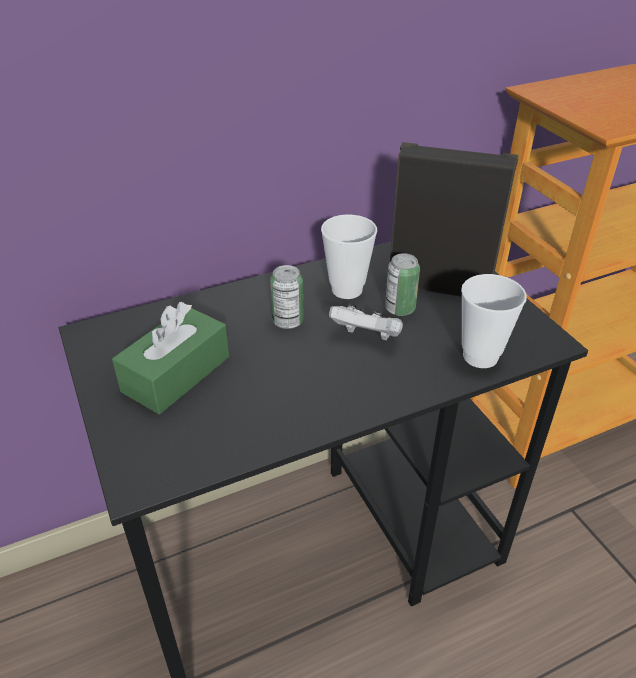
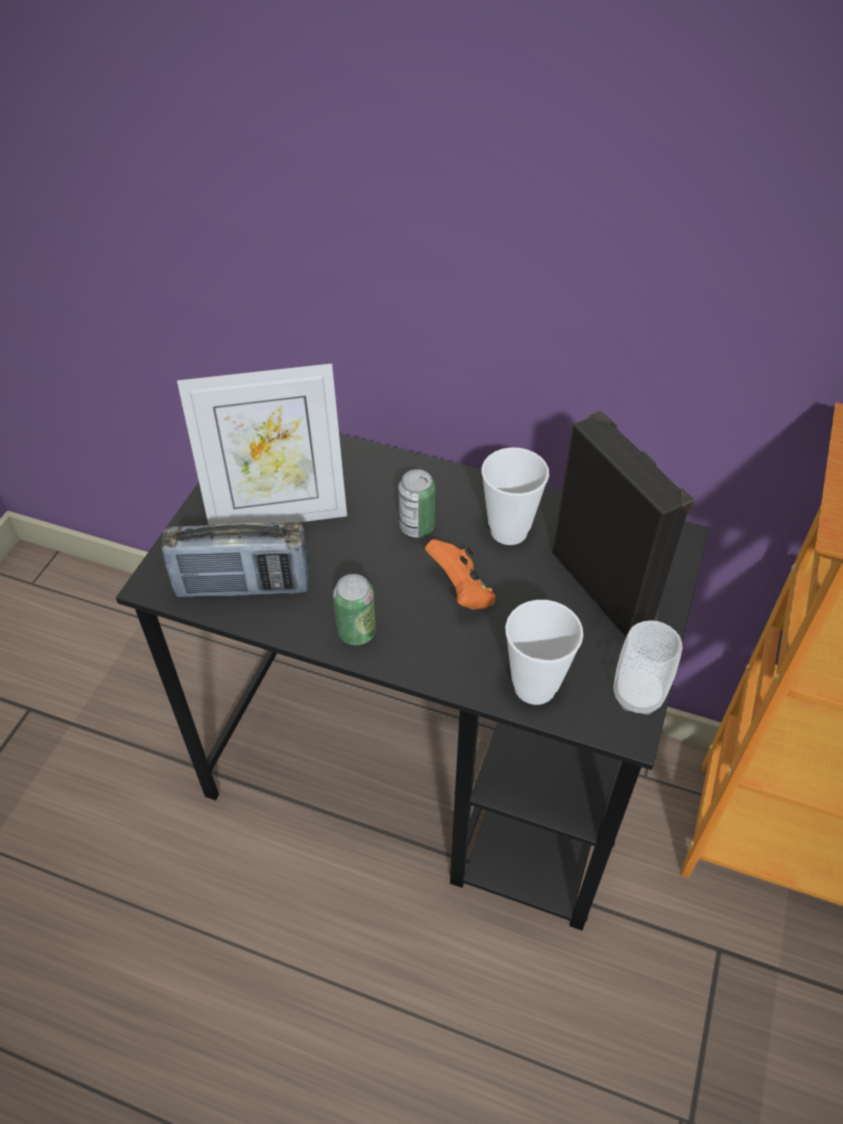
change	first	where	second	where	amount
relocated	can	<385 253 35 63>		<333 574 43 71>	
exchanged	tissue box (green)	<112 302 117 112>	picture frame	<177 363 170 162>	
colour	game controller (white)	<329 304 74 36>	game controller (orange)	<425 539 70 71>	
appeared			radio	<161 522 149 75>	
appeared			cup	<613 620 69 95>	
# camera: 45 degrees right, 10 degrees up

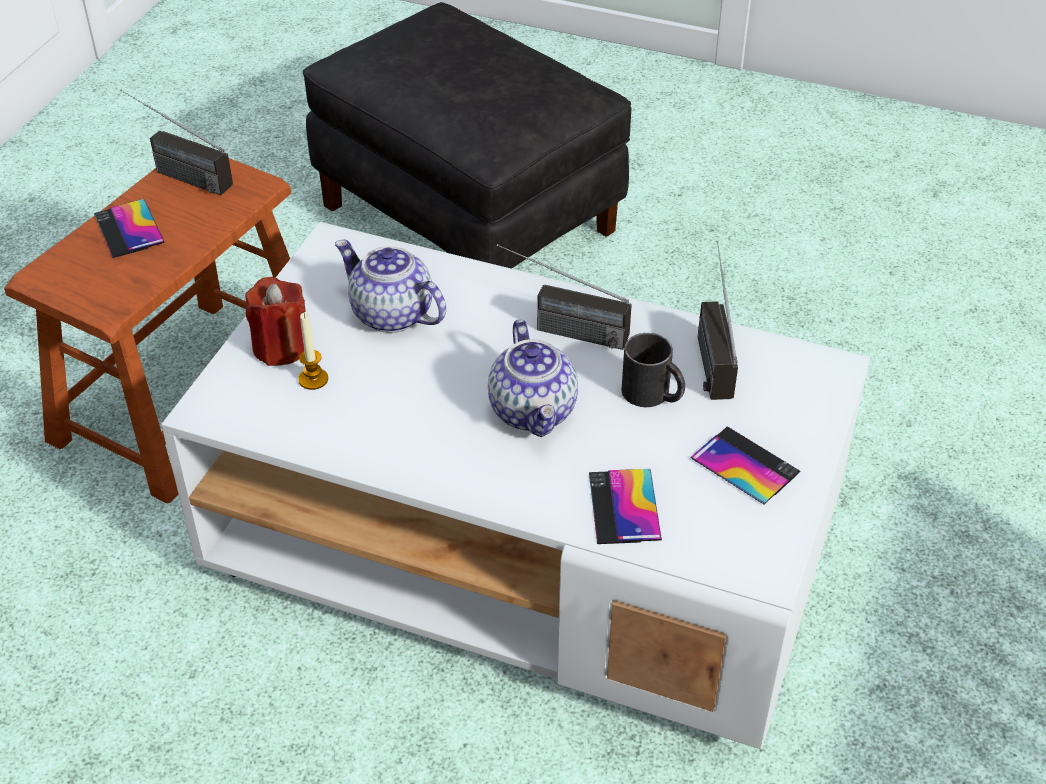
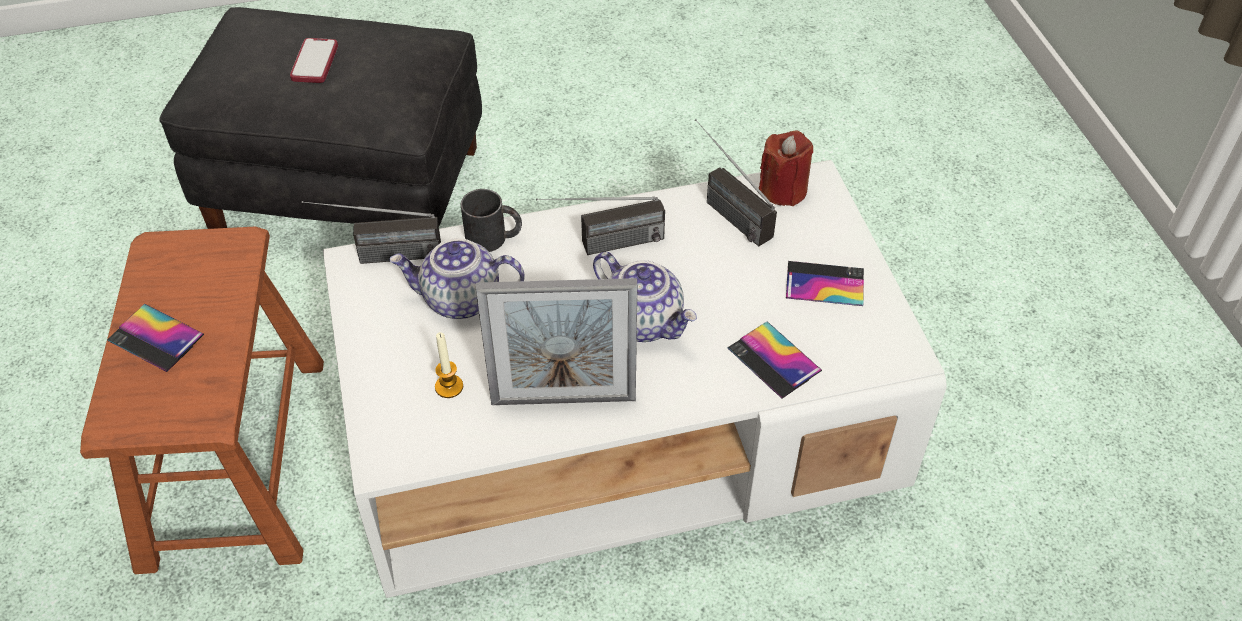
change	first	where	second	where	amount
relocated	radio	<120 89 113 106>		<302 201 139 63>	
relocated	candle (red)	<245 277 61 89>		<758 130 55 76>	
relocated	mug (black)	<622 333 63 74>		<461 189 61 63>	
appeared			phone	<290 38 48 45>	
appeared			picture frame	<476 278 161 127>	
# camera: 35 degrees left, 5 degrees up

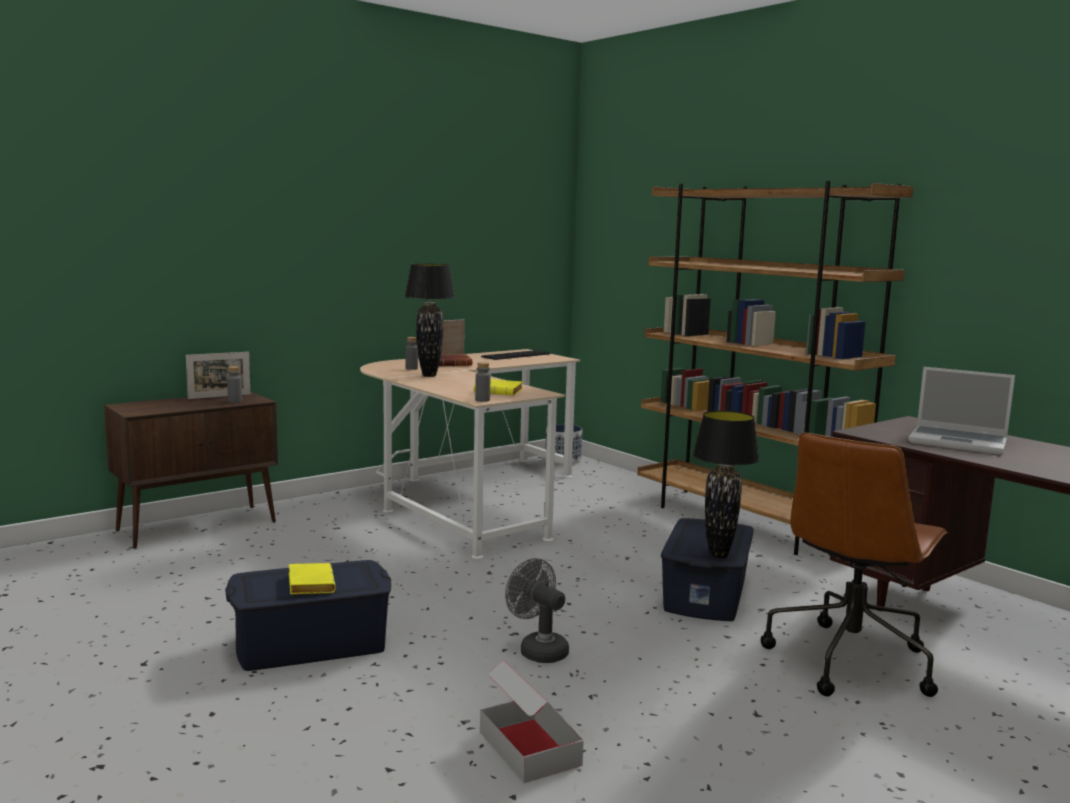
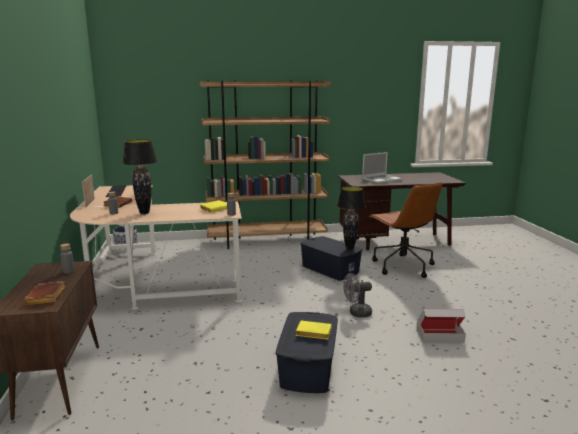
change	first	where	second	where	amount
missing	picture frame	<186 352 64 47>			
appeared			book (brown)	<23 281 43 25>	
# camera: 60 degrees left, 5 degrees up

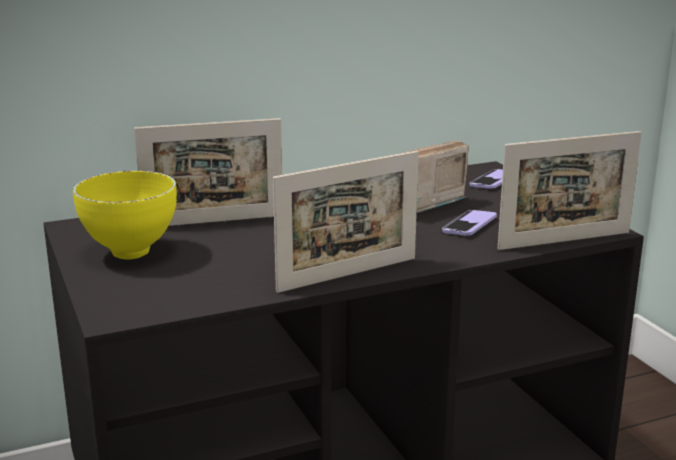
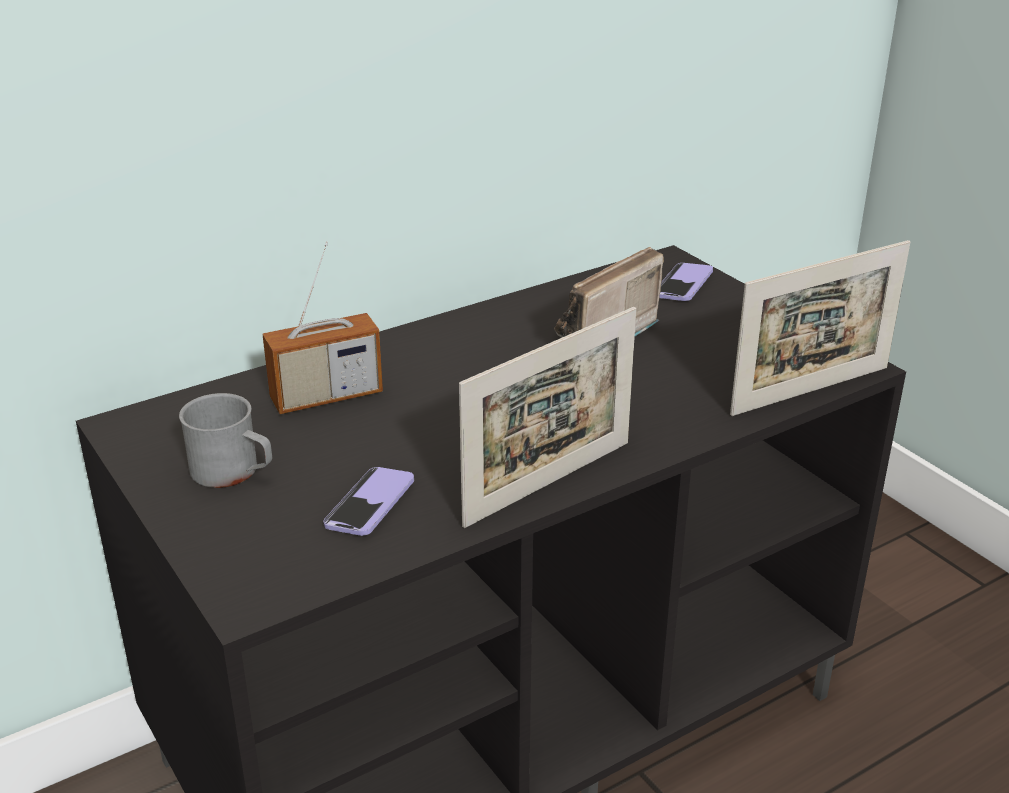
change	first	where	second	where	amount
exchanged	picture frame	<134 118 149 108>	radio	<263 241 120 173>	
exchanged	bowl (yellow)	<73 170 104 89>	mug (grey)	<179 393 93 95>	
relocated	phone	<442 210 55 26>		<323 467 91 69>	
# camera: 10 degrees left, 10 degrees up

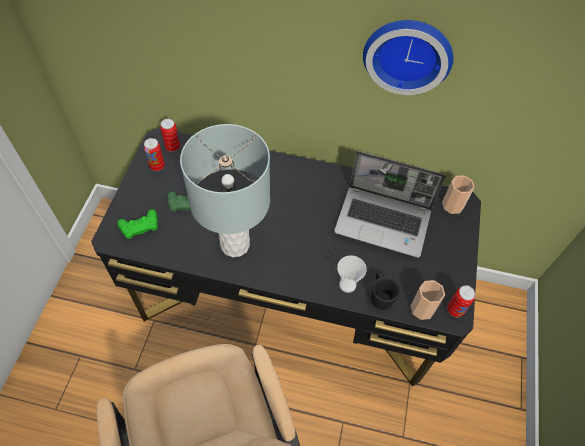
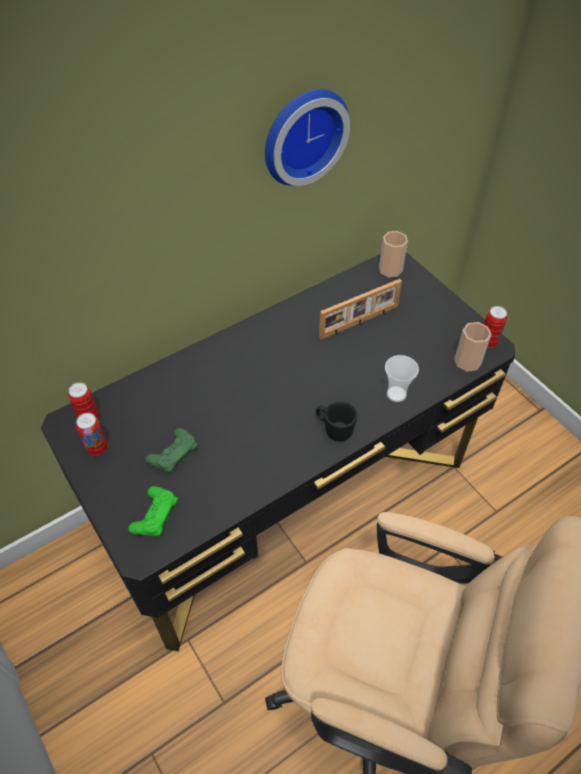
change	first	where	second	where	amount
missing	table lamp (grey)	<180 124 90 133>			
exchanged	laptop	<334 151 112 107>	picture frame	<319 279 83 61>	
relocated	mug (black)	<371 272 29 38>		<316 401 41 40>	
# camera: 45 degrees left, 5 degrees down

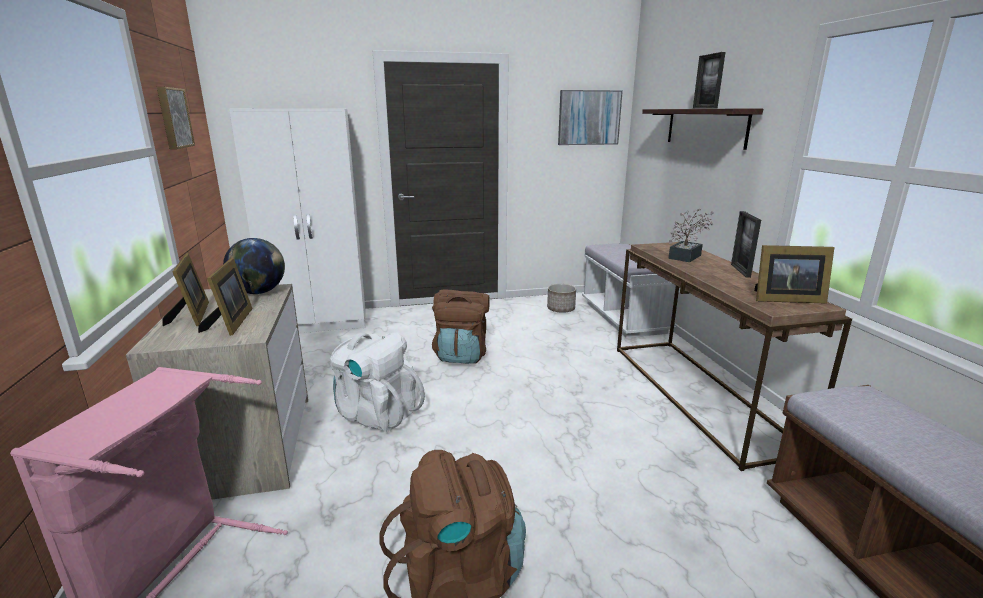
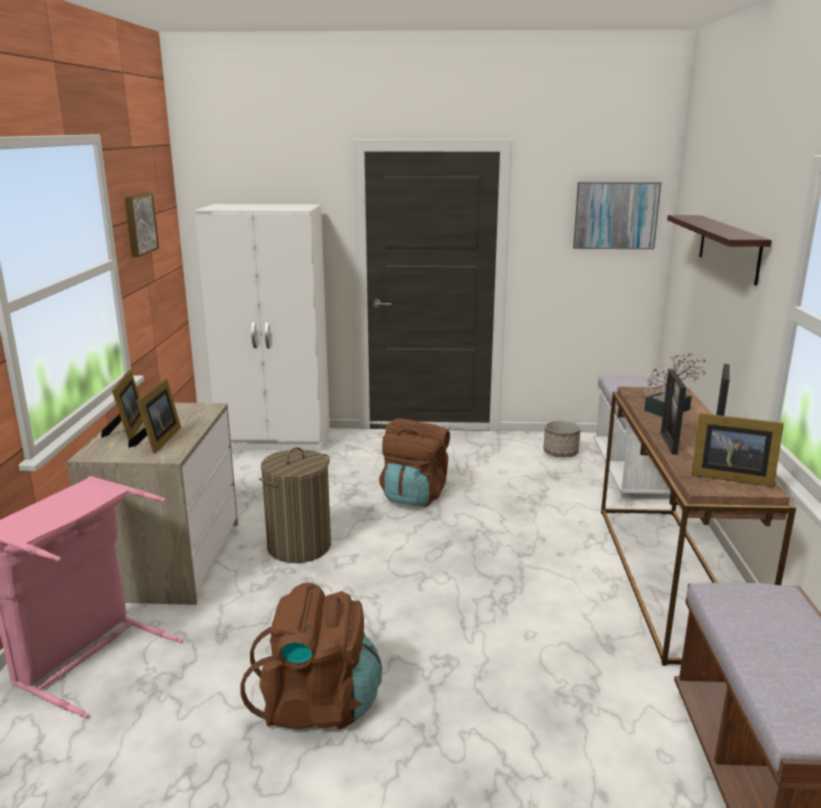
change	first	where	second	where	amount
relocated	picture frame	<693 52 32 57>		<661 370 25 85>	
missing	globe	<223 238 62 56>			
exchanged	backpack (white)	<330 332 95 100>	laundry basket	<259 447 72 116>	
# camera: 15 degrees right, 0 degrees up

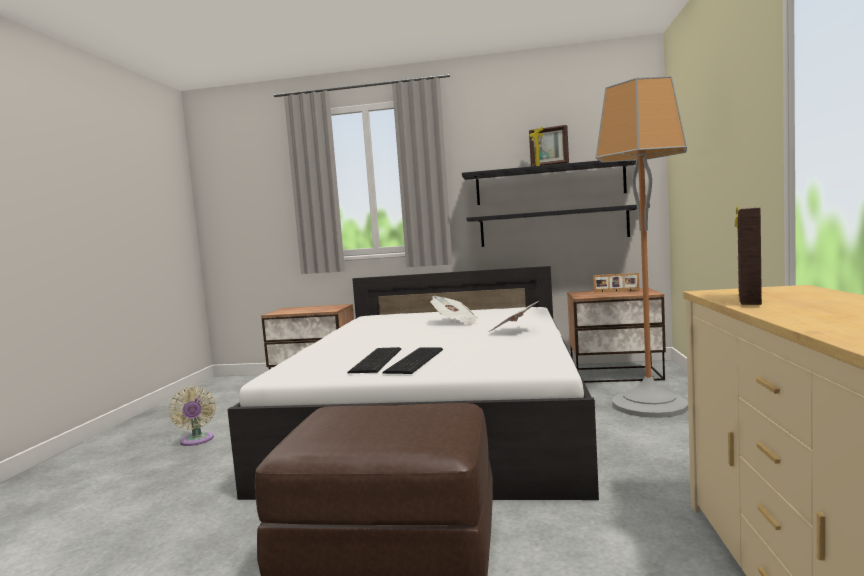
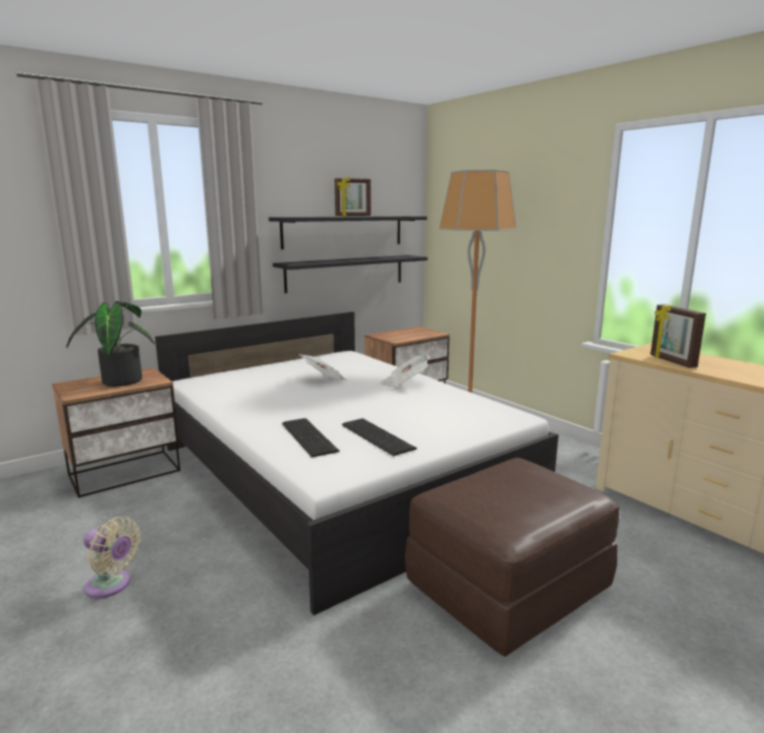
change	first	where	second	where	amount
missing	picture frame	<593 273 47 20>			
relocated	keyboard	<382 348 61 26>		<282 418 58 39>	
appeared			potted plant	<66 301 89 85>	
# camera: 45 degrees left, 10 degrees up

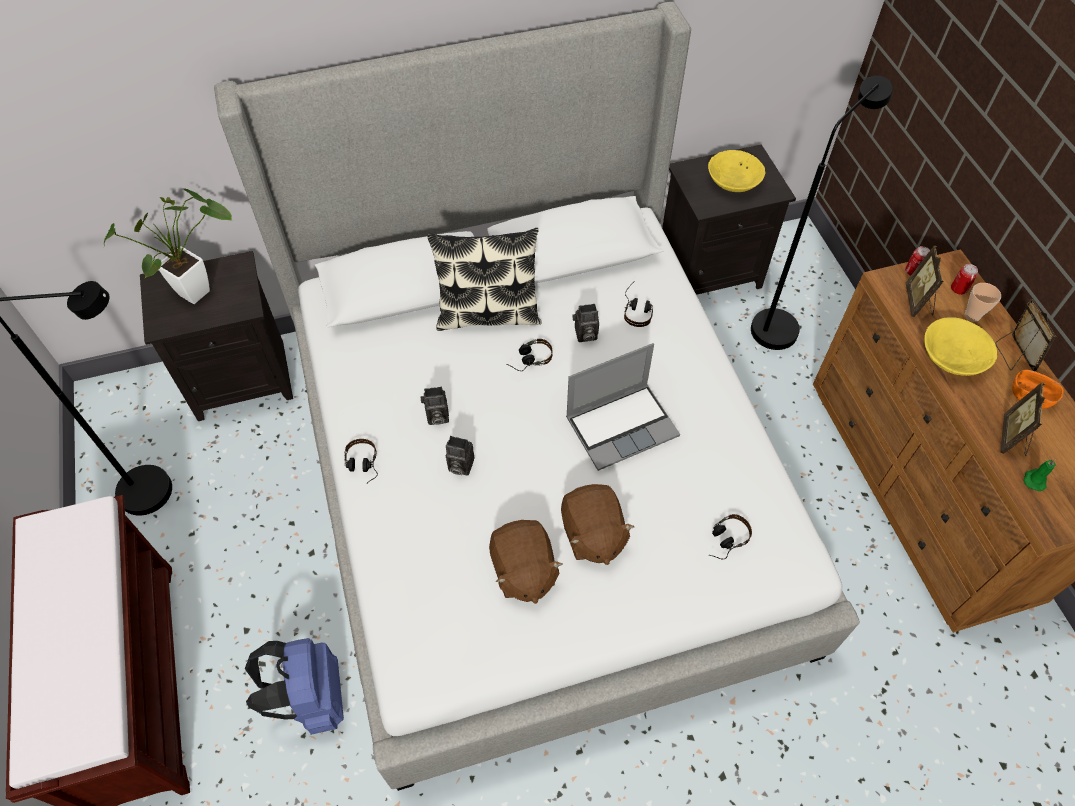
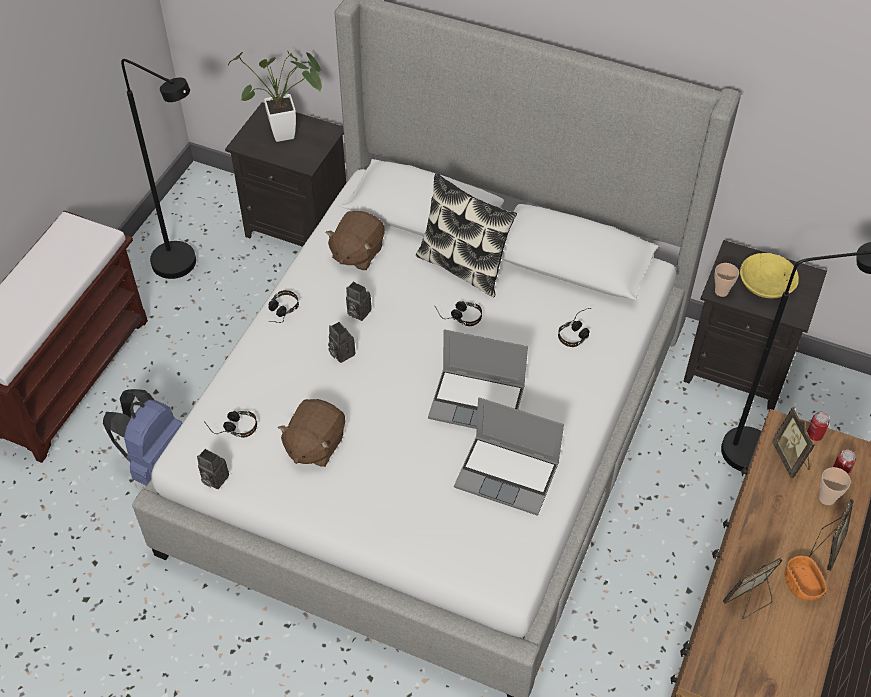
change	first	where	second	where	amount
spun	picture frame	<906 246 38 71>		<772 407 43 71>	60 degrees counterclockwise
relocated	photo camera	<572 304 27 38>		<197 449 32 40>	
missing	bowl (yellow)	<924 317 73 59>			
missing	candle (green)	<1023 459 33 32>			
relocated	plush toy (brown)	<561 484 74 81>		<325 211 60 59>	
relocated	headphones	<709 514 43 45>		<204 411 53 27>	
appeared			cup	<715 263 24 34>	
appeared			laptop	<454 397 110 119>	
# camera: 40 degrees right, 5 degrees down

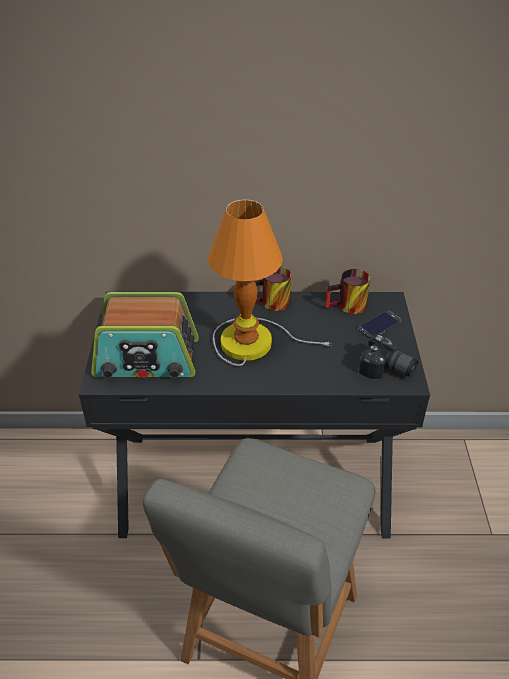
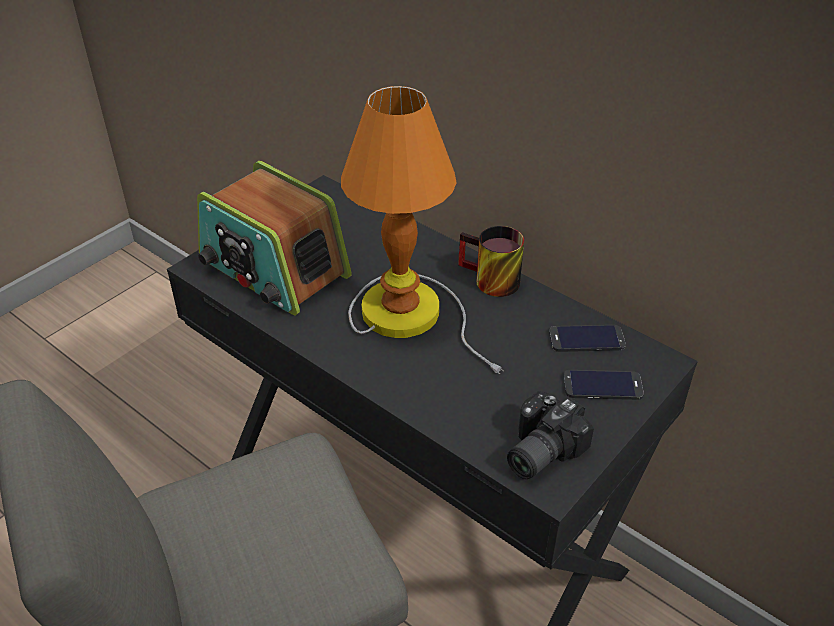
change	first	where	second	where	amount
exchanged	mug	<326 269 44 45>	phone	<549 325 77 27>	
spun	photo camera	<359 334 59 46>		<507 391 87 88>	60 degrees clockwise
# camera: 40 degrees right, 0 degrees up

